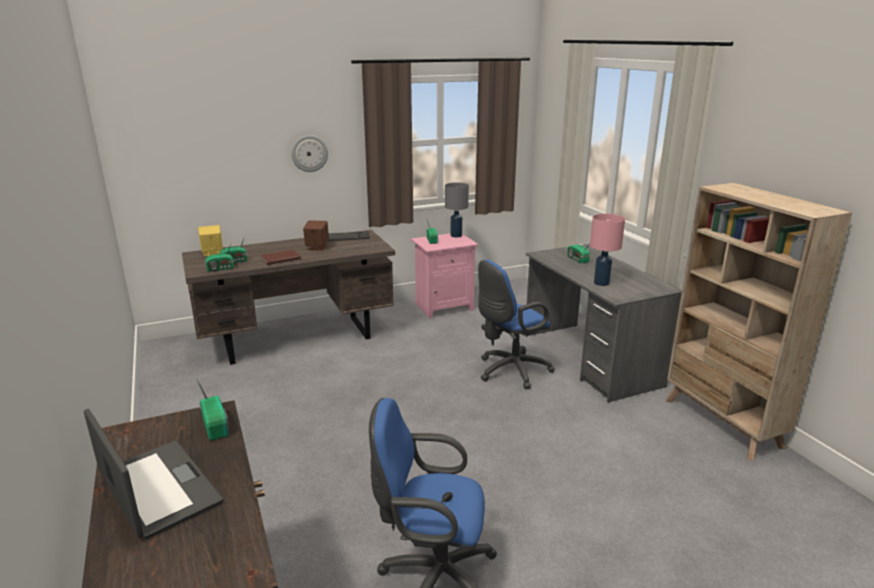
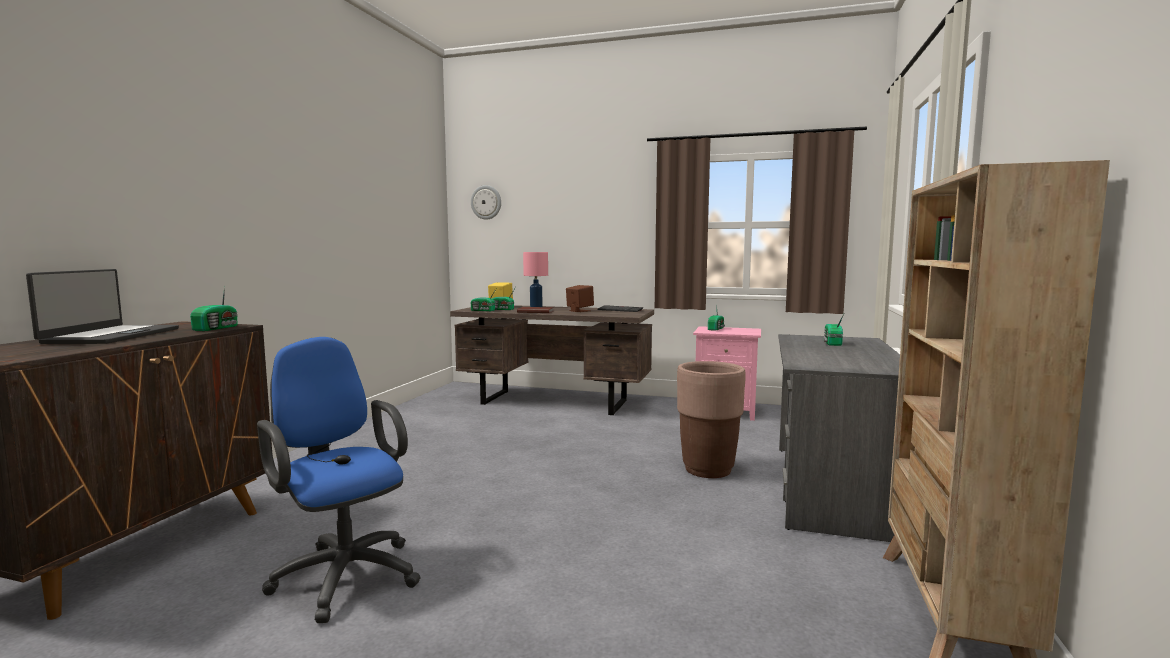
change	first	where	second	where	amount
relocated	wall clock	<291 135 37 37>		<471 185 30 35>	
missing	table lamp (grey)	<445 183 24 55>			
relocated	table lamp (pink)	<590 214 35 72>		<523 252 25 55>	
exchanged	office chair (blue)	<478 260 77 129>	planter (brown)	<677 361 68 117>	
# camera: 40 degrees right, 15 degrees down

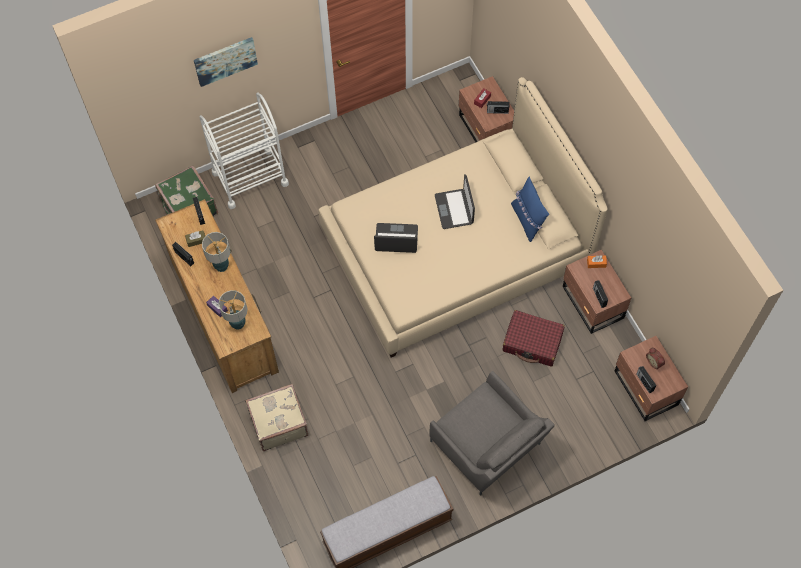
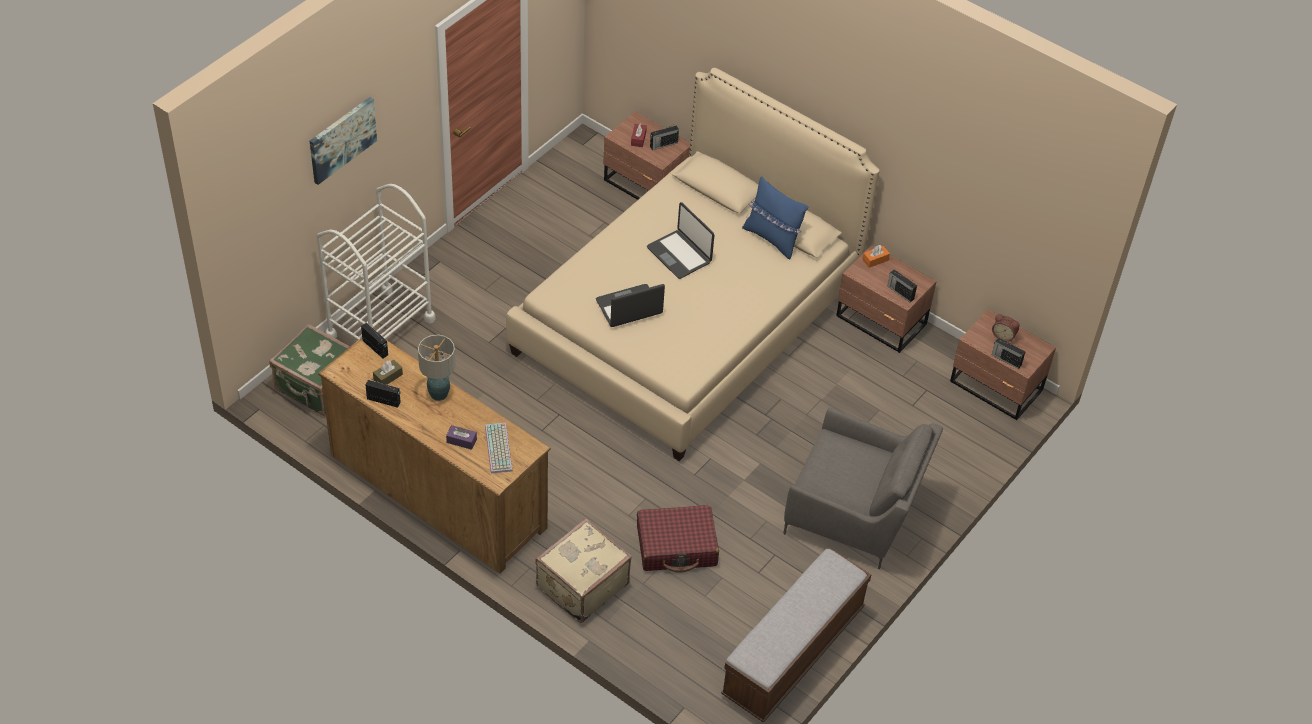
change	first	where	second	where	amount
exchanged	table lamp	<218 290 30 40>	keyboard	<485 423 27 50>	
relocated	suitcase (red)	<503 310 62 57>		<637 505 82 67>	
# camera: 30 degrees left, 15 degrees down

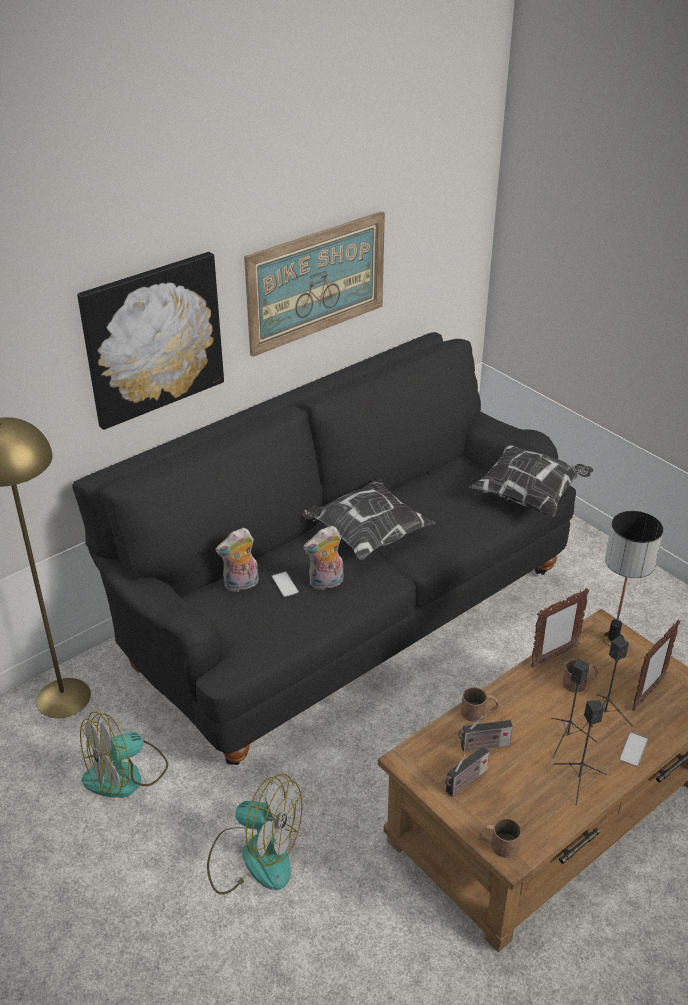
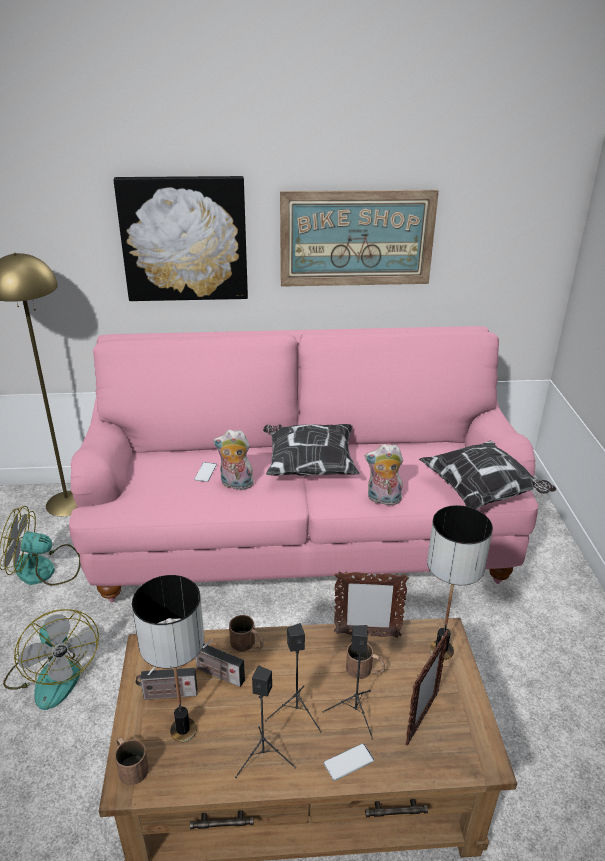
change	first	where	second	where	amount
colour	sofa (black)	<72 332 504 433>	sofa (pink)	<69 326 469 276>	
relocated	plush toy	<215 528 43 64>		<365 444 38 61>	
spun	picture frame	<632 620 48 91>		<405 630 44 115>	45 degrees counterclockwise
appeared			table lamp	<132 575 72 167>	
# camera: 35 degrees right, 5 degrees down

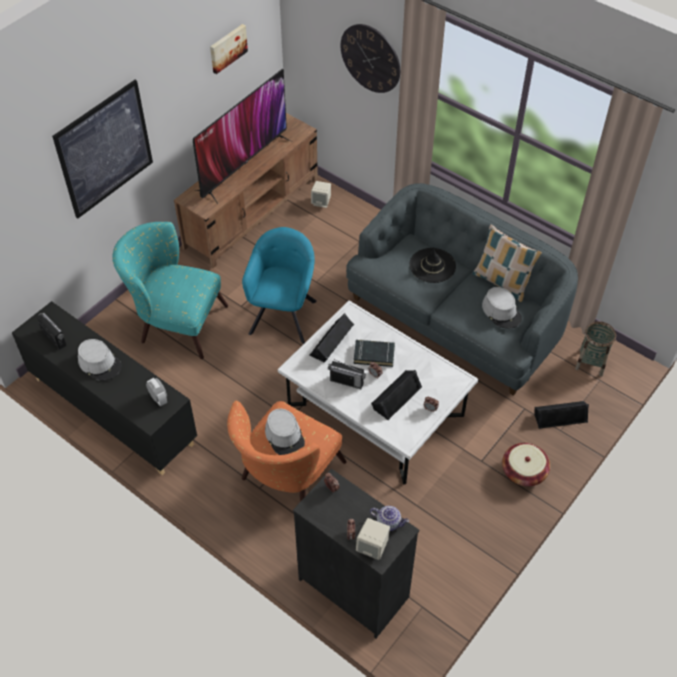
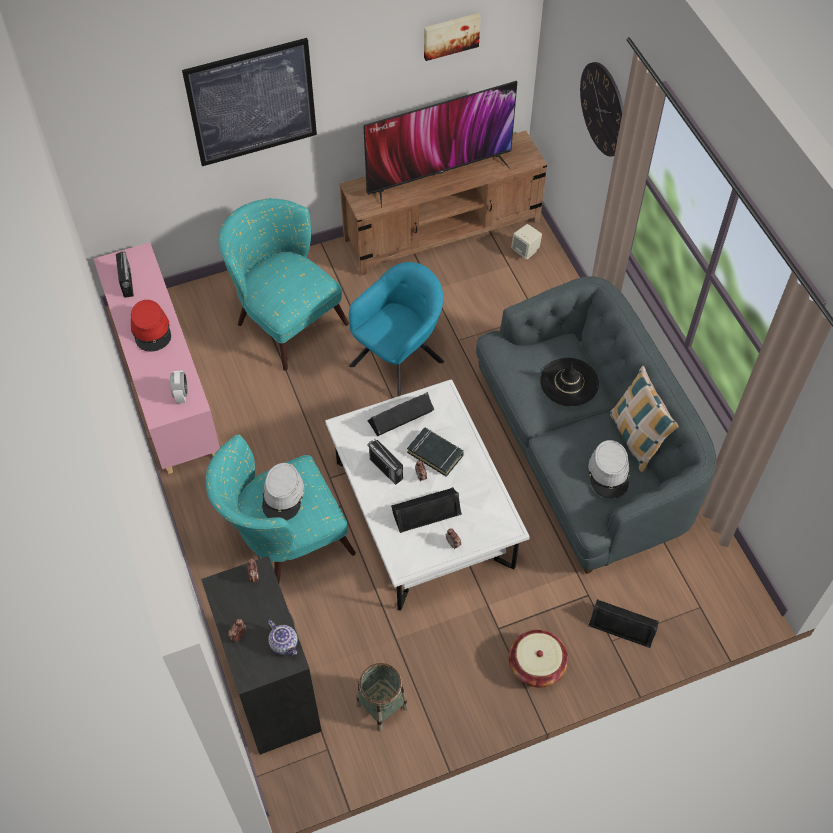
change	first	where	second	where	amount
colour	cabinet (black)	<12 301 185 174>	cabinet (pink)	<93 242 127 232>	
relocated	basket	<575 321 41 56>		<356 663 52 69>	
colour	hat (grey)	<78 339 44 42>	hat (red)	<131 300 40 52>	
colour	armchair (orange)	<227 401 119 101>	armchair (turquoise)	<206 435 150 148>	
missing	speaker (beige)	<356 518 34 42>			
# camera: 30 degrees right, 5 degrees up

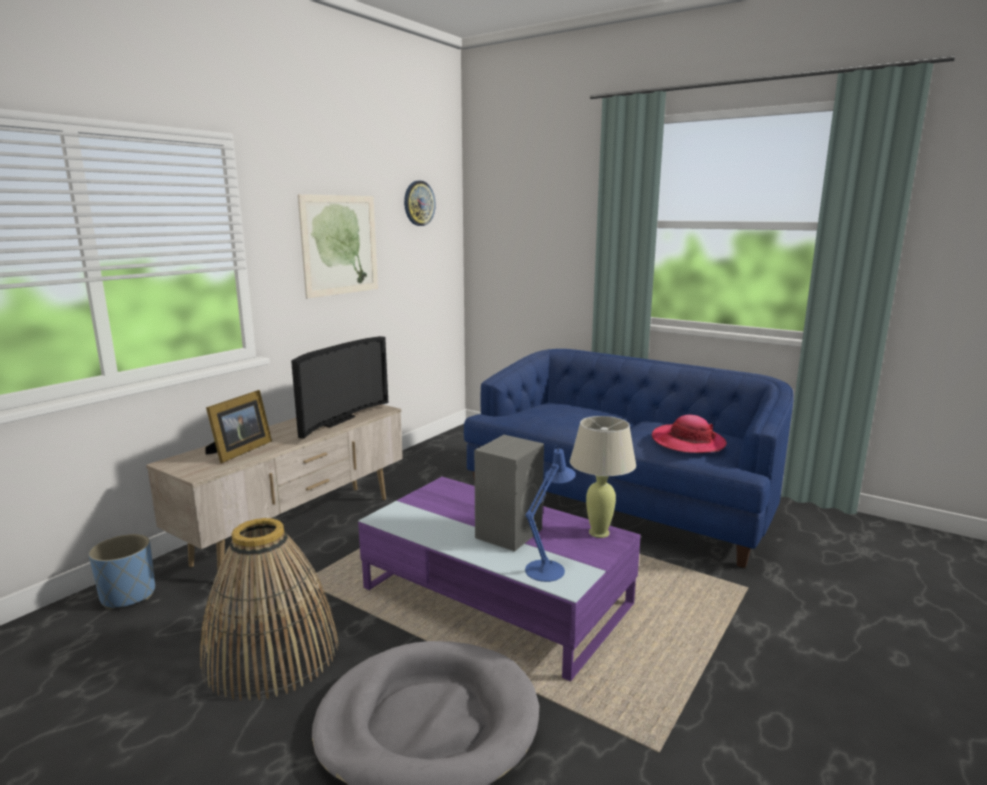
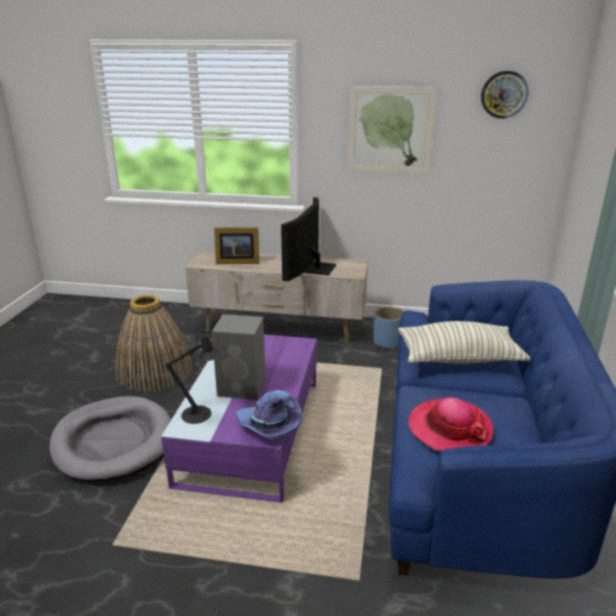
change	first	where	second	where	amount
spun	television	<291 336 97 103>		<281 197 55 84>	105 degrees clockwise
exchanged	table lamp (beige)	<570 416 66 122>	hat (purple)	<236 390 66 49>	
colour	table lamp (blue)	<525 445 51 137>	table lamp (black)	<165 330 57 94>	
relocated	planter (blue)	<89 534 66 75>		<373 306 31 44>	
appeared			pillow	<398 321 133 43>	
# camera: 65 degrees right, 10 degrees up

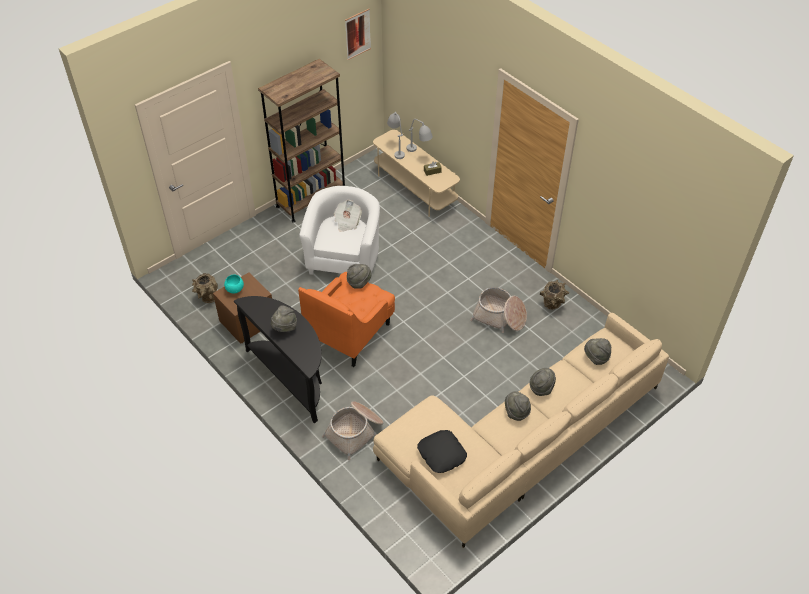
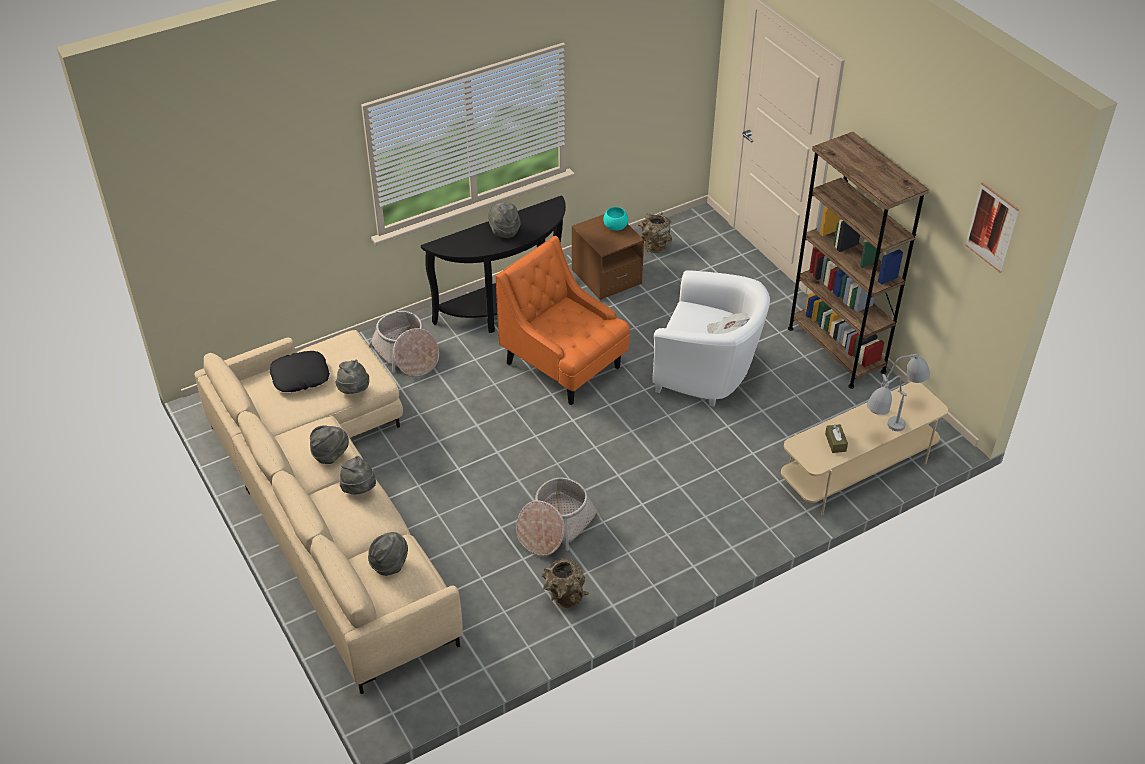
change	first	where	second	where	amount
relocated	hat (grey)	<347 264 25 25>		<336 359 33 35>	
# camera: 100 degrees right, 5 degrees down

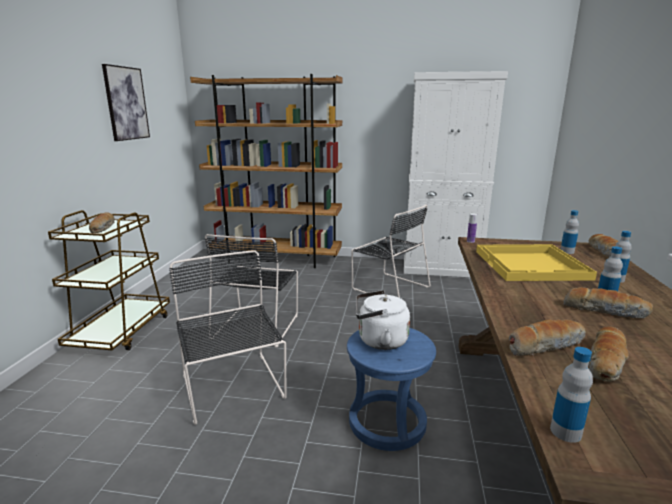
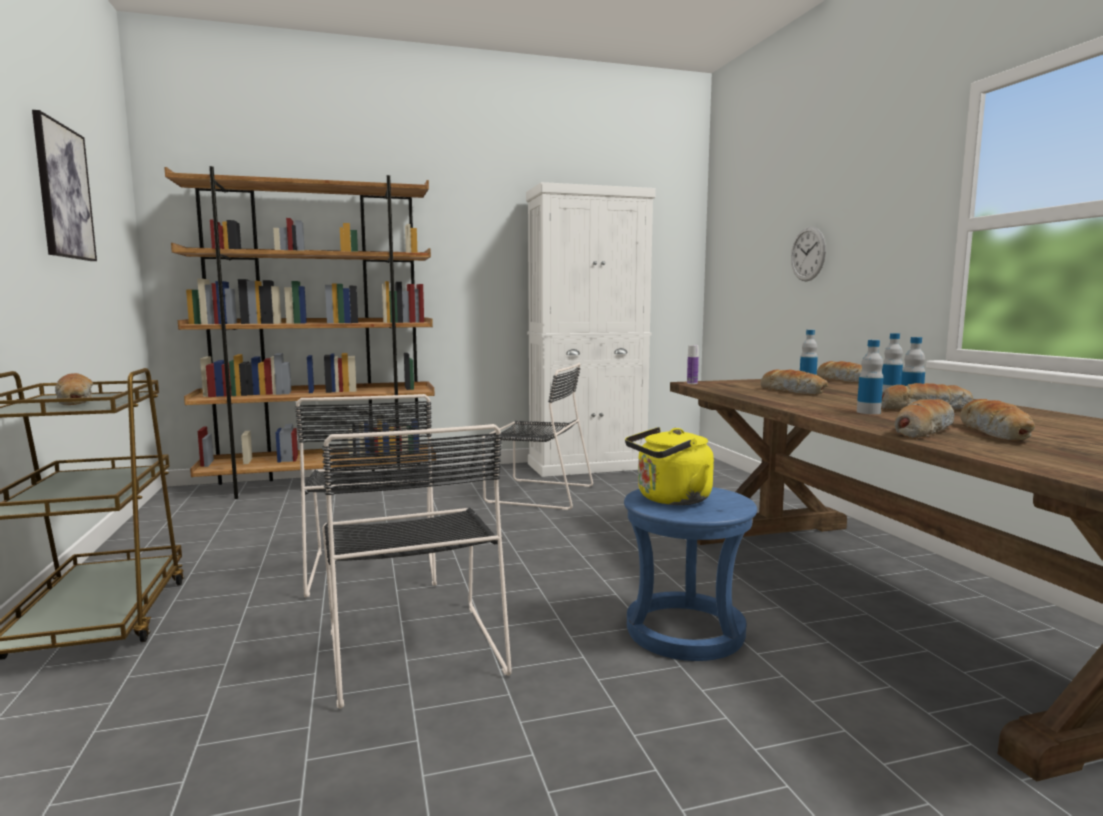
change	first	where	second	where	amount
exchanged	tray (yellow)	<476 244 121 37>	bread	<760 370 68 25>	
spun	chair (black)	<169 250 118 175>		<322 424 190 285>	150 degrees counterclockwise
colour	kettle (white)	<356 290 54 60>	kettle (yellow)	<625 427 89 78>	
relocated	bottle	<550 347 43 96>		<857 340 26 74>	
appeared			wall clock	<791 227 35 54>	
# camera: 25 degrees left, 10 degrees down

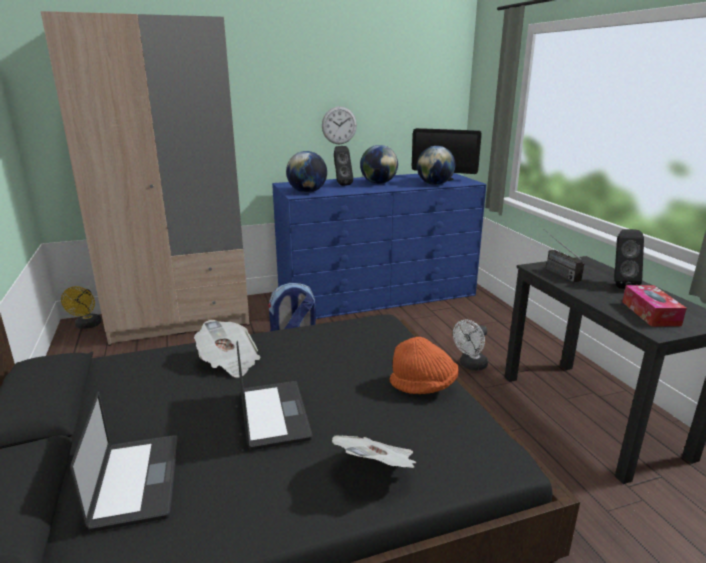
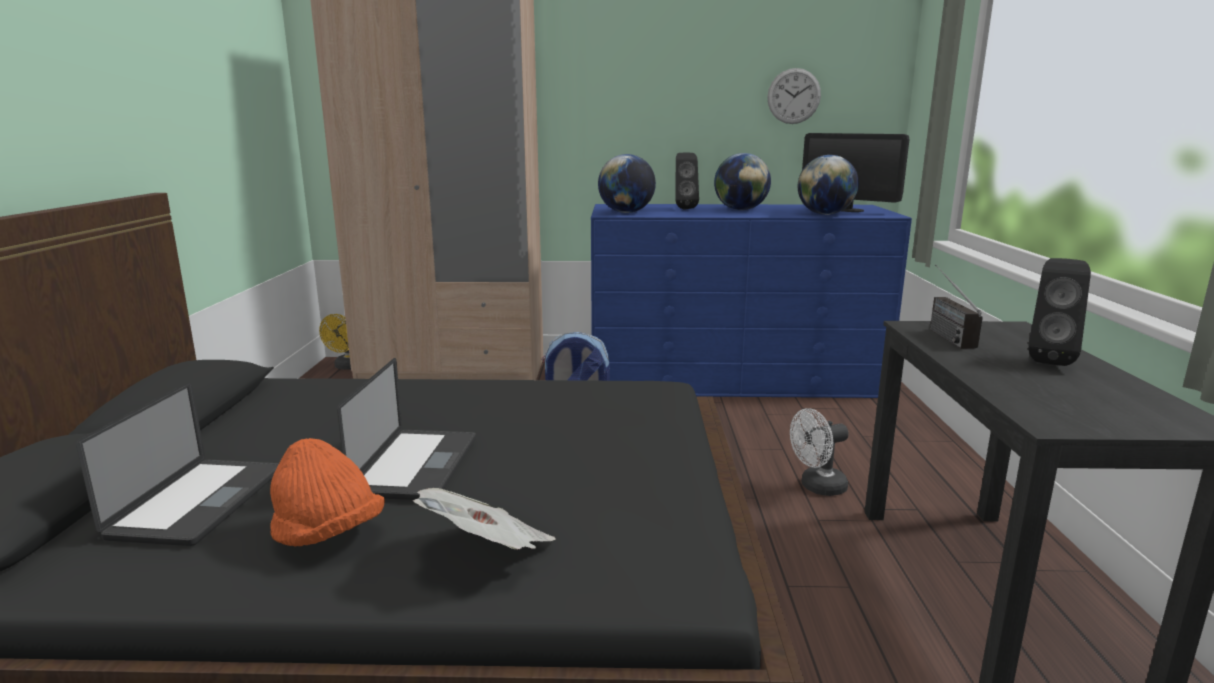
change	first	where	second	where	amount
relocated	wall clock	<322 106 35 38>		<767 68 54 56>	
missing	tissue box	<622 285 65 41>			
missing	newspaper	<194 320 67 58>			
relocated	hat (orange)	<390 337 69 57>		<270 438 115 108>	
# camera: 20 degrees right, 5 degrees down

